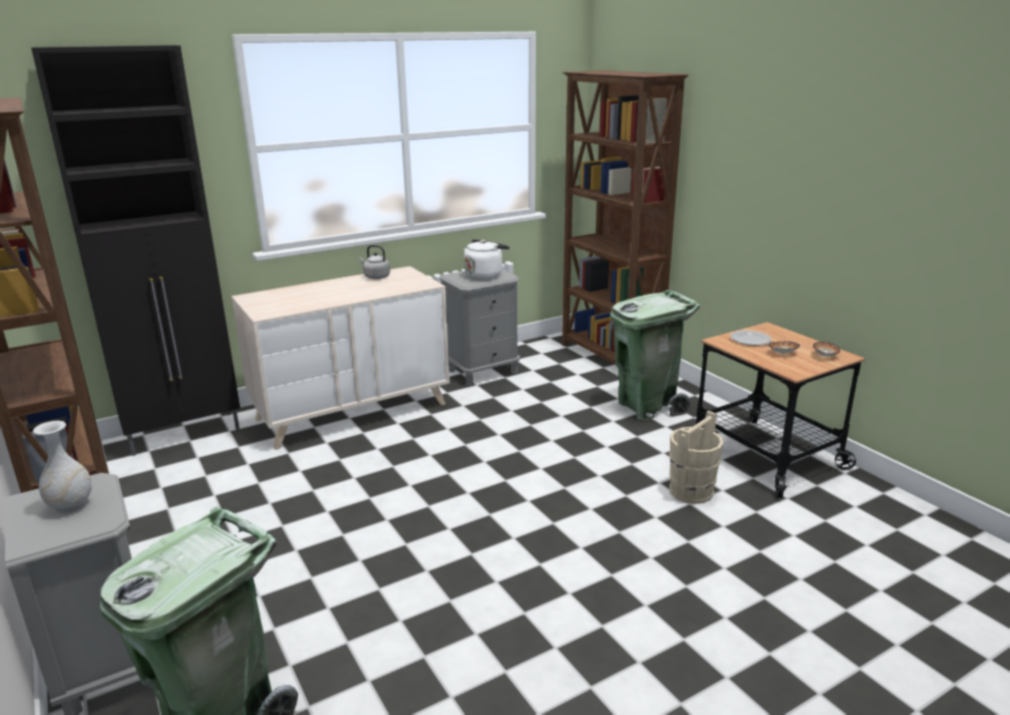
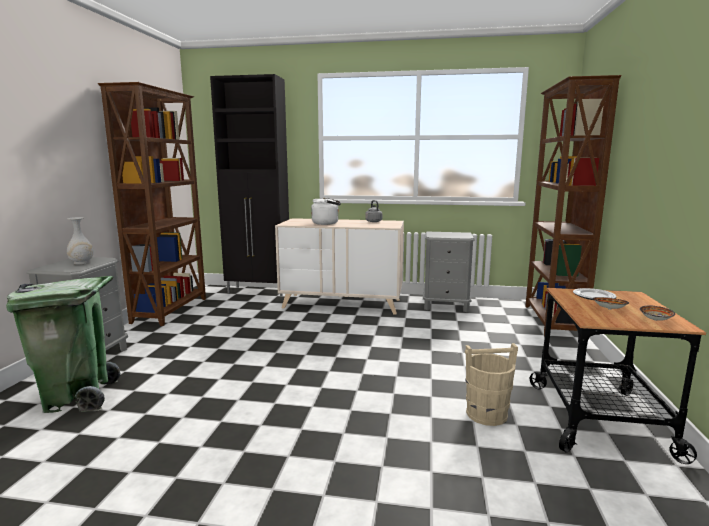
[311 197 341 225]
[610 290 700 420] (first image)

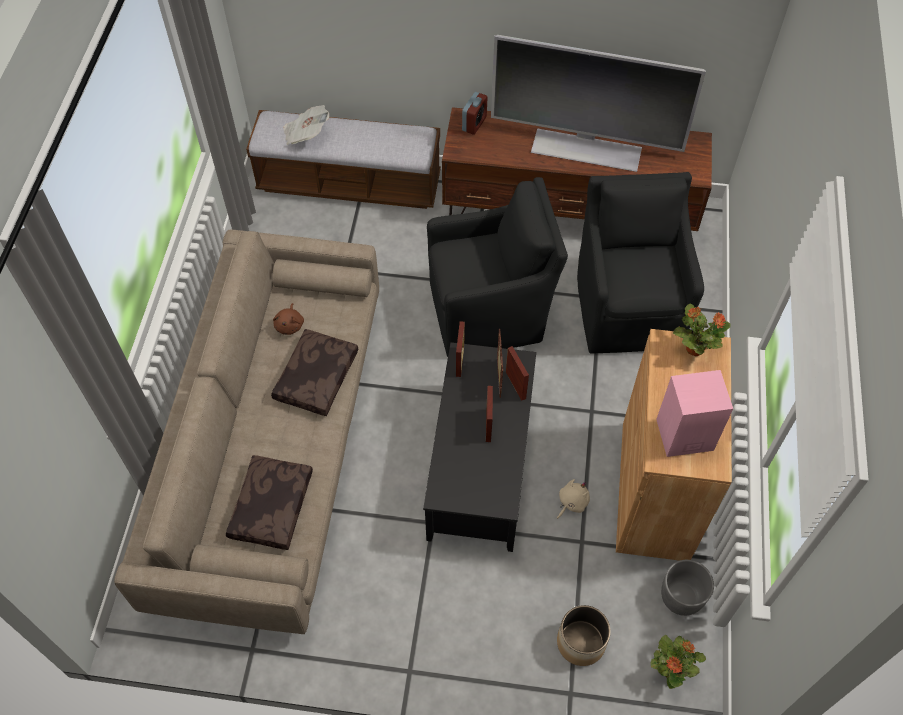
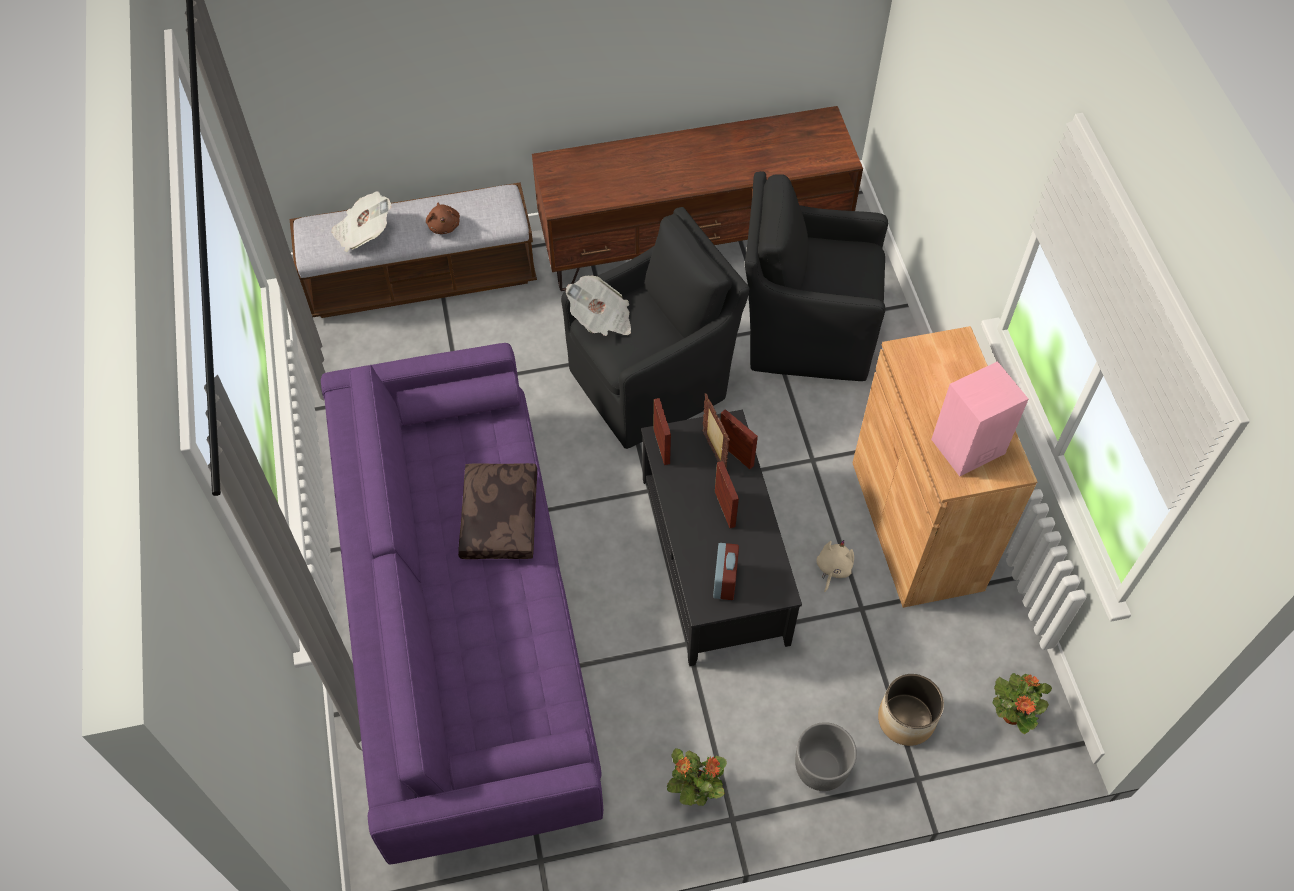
[321 343 603 864]
[426 202 460 234]
[566 275 631 336]
[667 748 727 806]
[713 543 739 600]
[745 171 888 381]
[795 722 857 791]
[226 455 313 550] (first image)
[491 35 706 172] (first image)

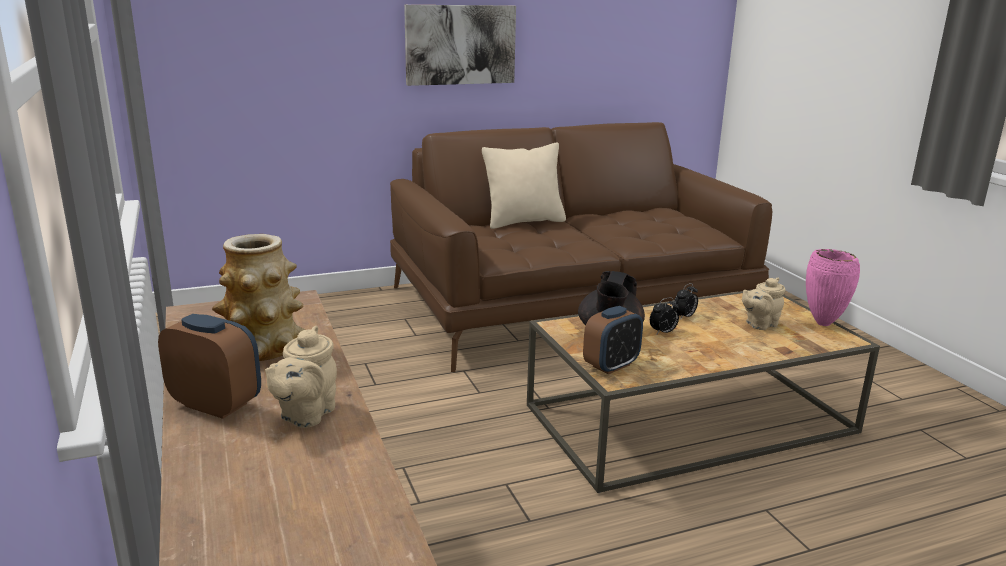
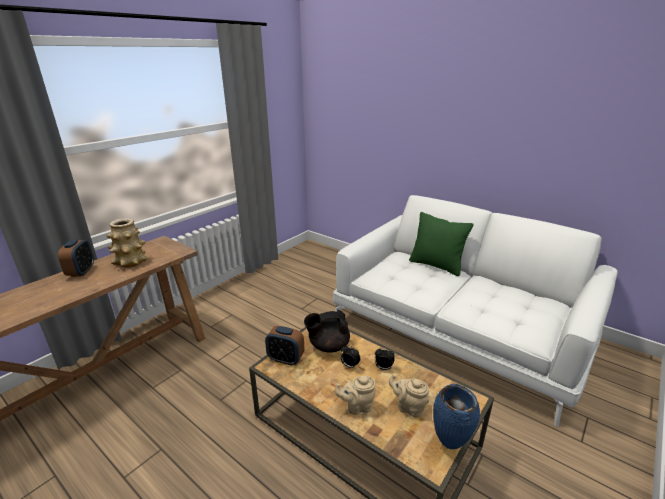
[333 195 618 427]
[335 376 376 415]
[409 212 474 276]
[433 384 480 449]
[404 5 516 86] (first image)

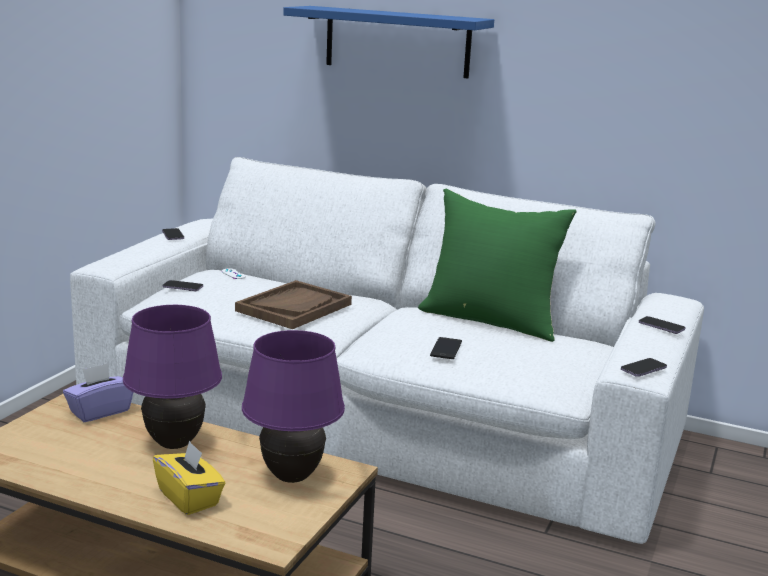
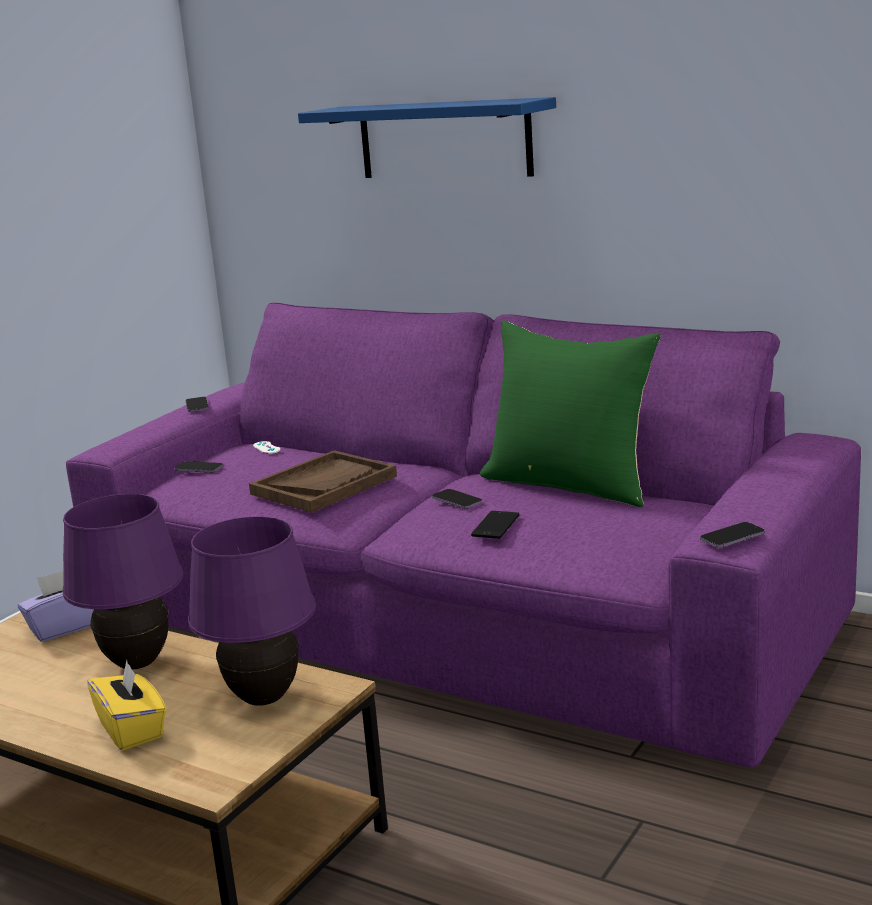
[66 303 861 767]
[432 489 482 509]

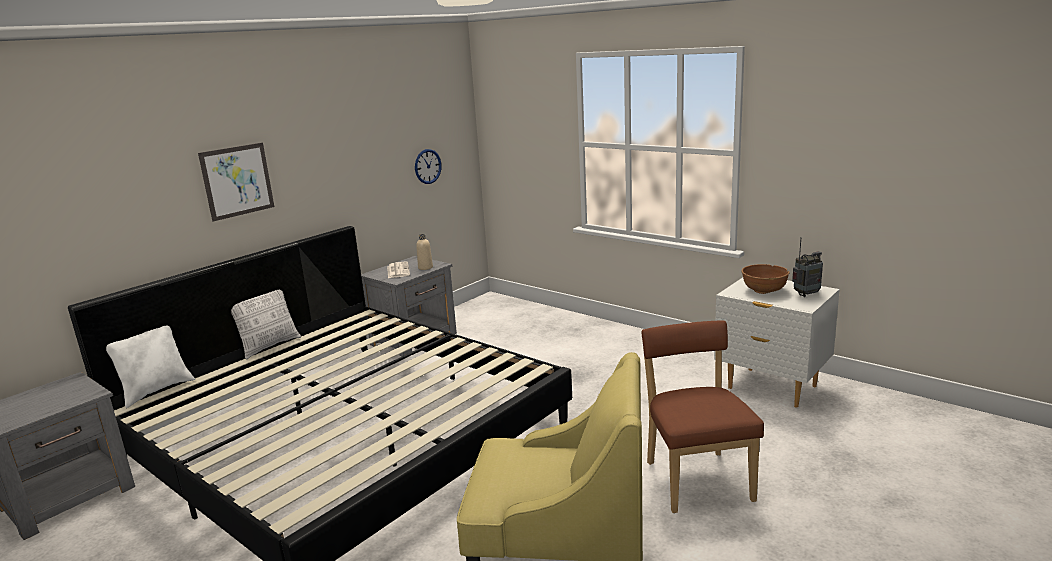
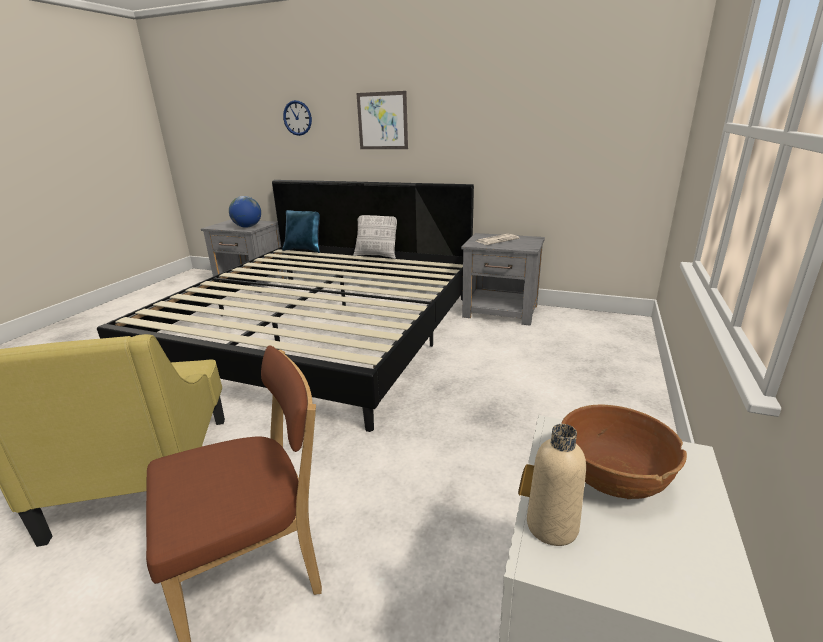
[229 196 261 228]
[282 210 320 253]
[283 100 312 136]
[527 424 586 546]
[792 238 823 297] (first image)

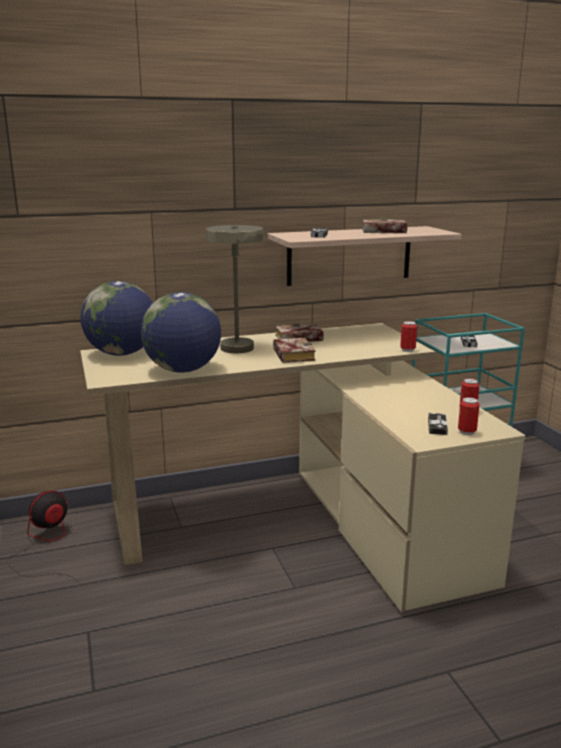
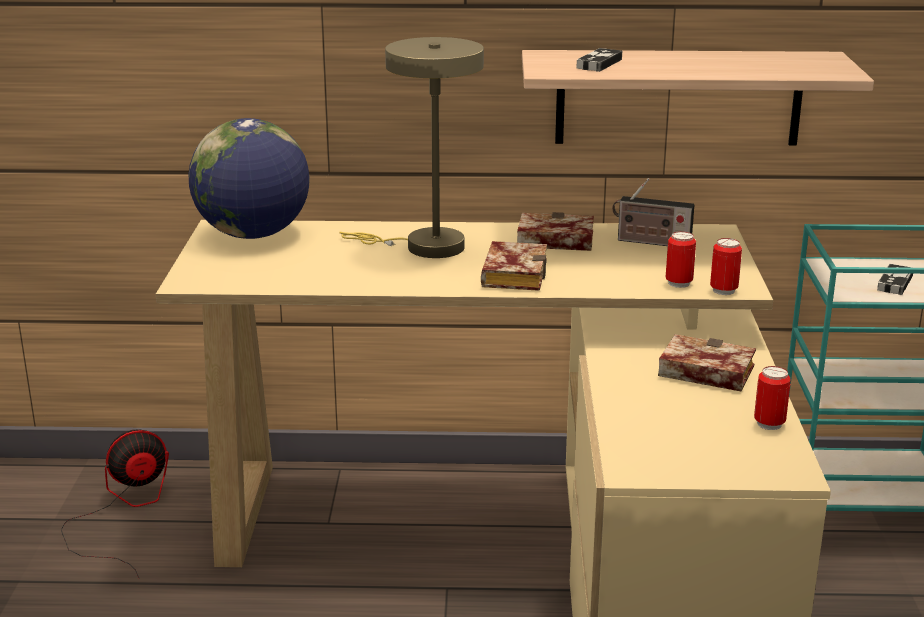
[612 178 695 246]
[658 334 756 391]
[666 231 696 288]
[141 292 221 373] (first image)
[428 413 448 435] (first image)

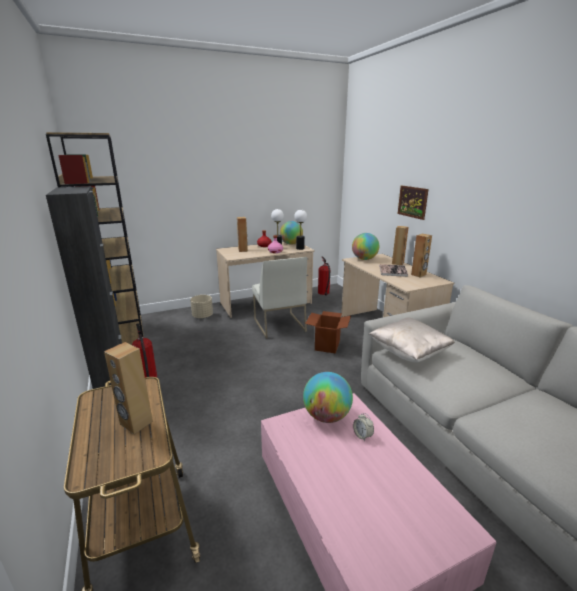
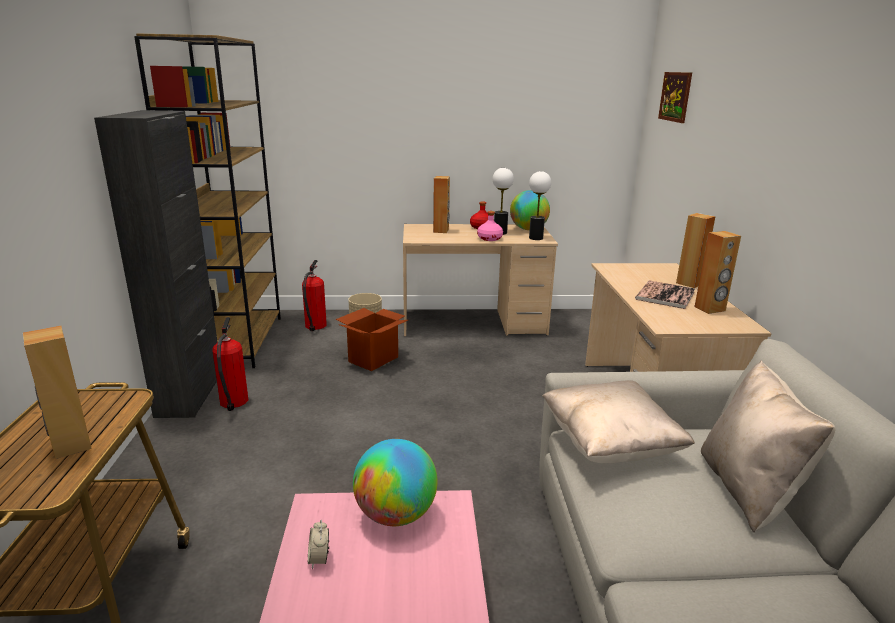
[302 260 327 331]
[308 520 329 569]
[336 308 408 371]
[658 72 692 123]
[701 361 836 532]
[252 257 307 339] (first image)
[352 233 379 260] (first image)

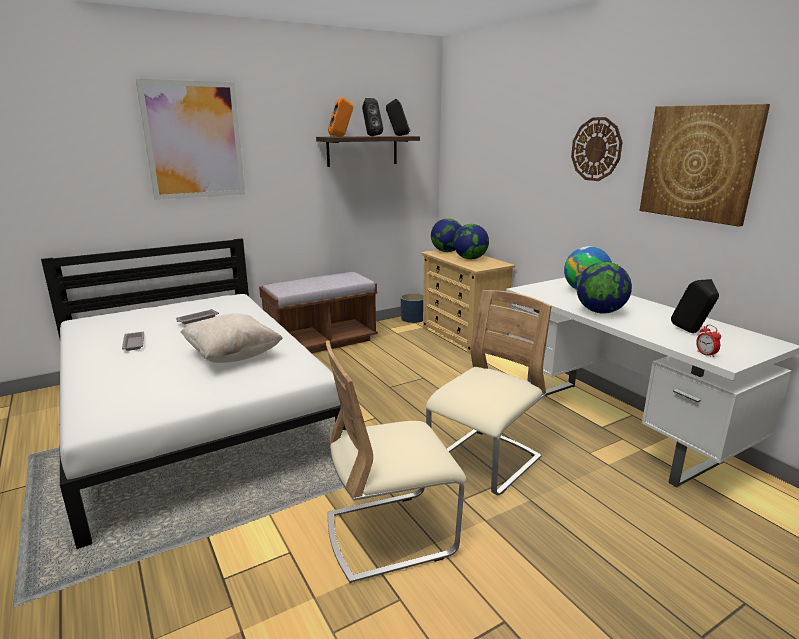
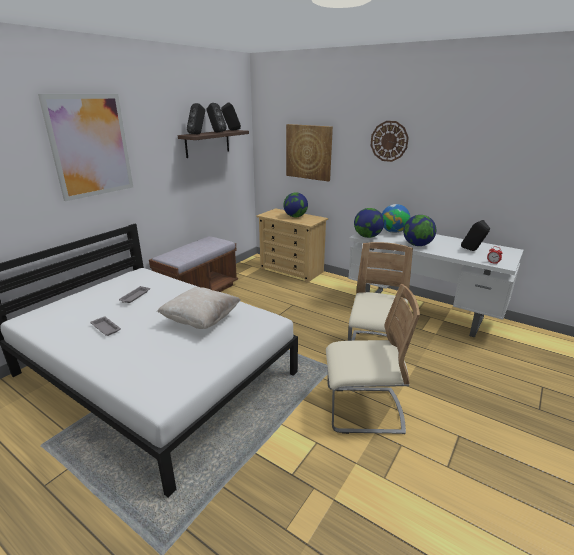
[187 103 205 135]
[286 124 333 182]
[326 284 420 434]
[354 208 384 238]
[401 293 423 323] (first image)

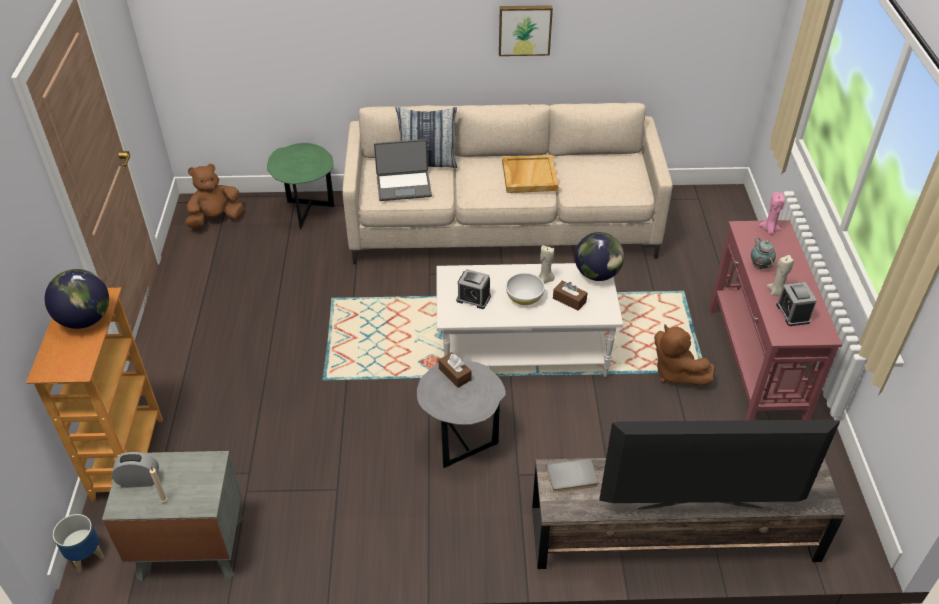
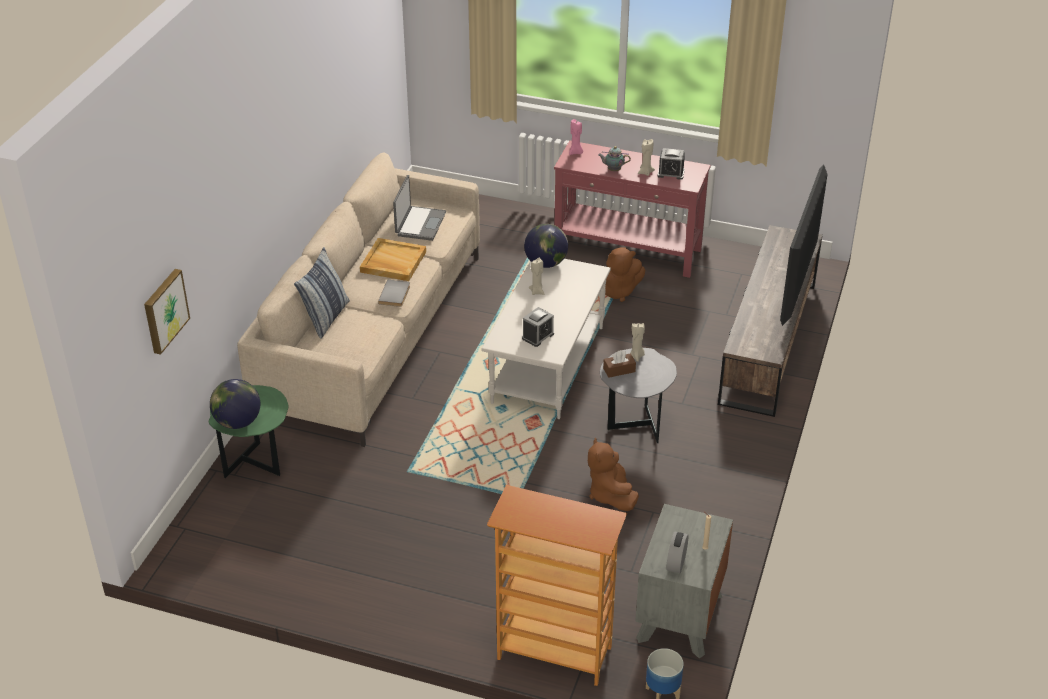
[144 269 190 355]
[210 379 260 429]
[378 280 410 307]
[393 175 446 241]
[588 438 639 511]
[631 323 645 362]
[506 273 545 305] (first image)
[553 281 587 311] (first image)

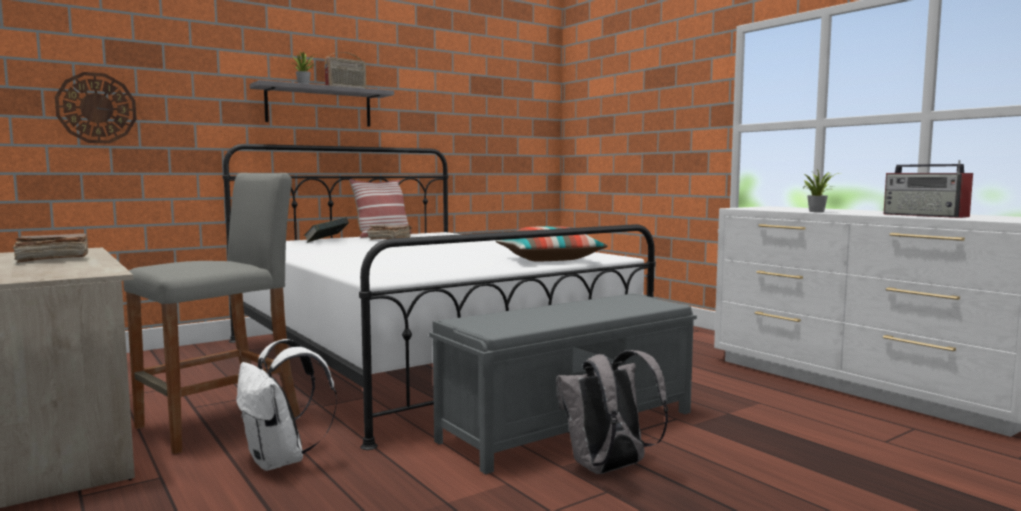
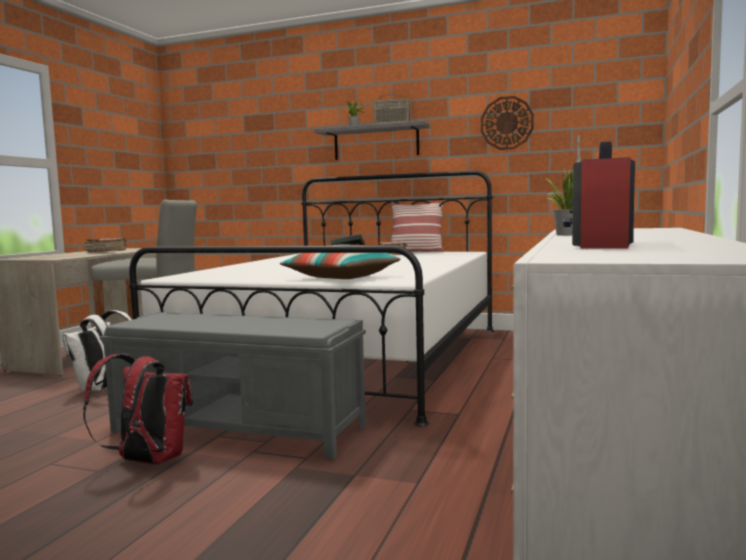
[83 354 193 465]
[481 96 534 150]

